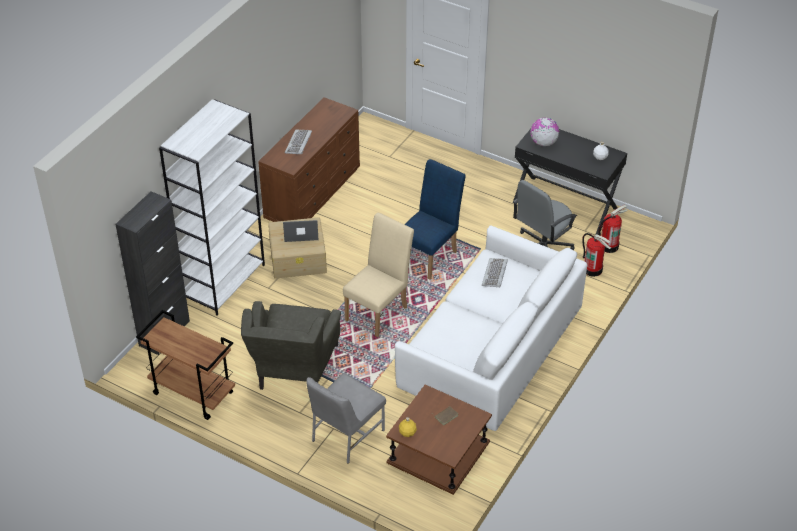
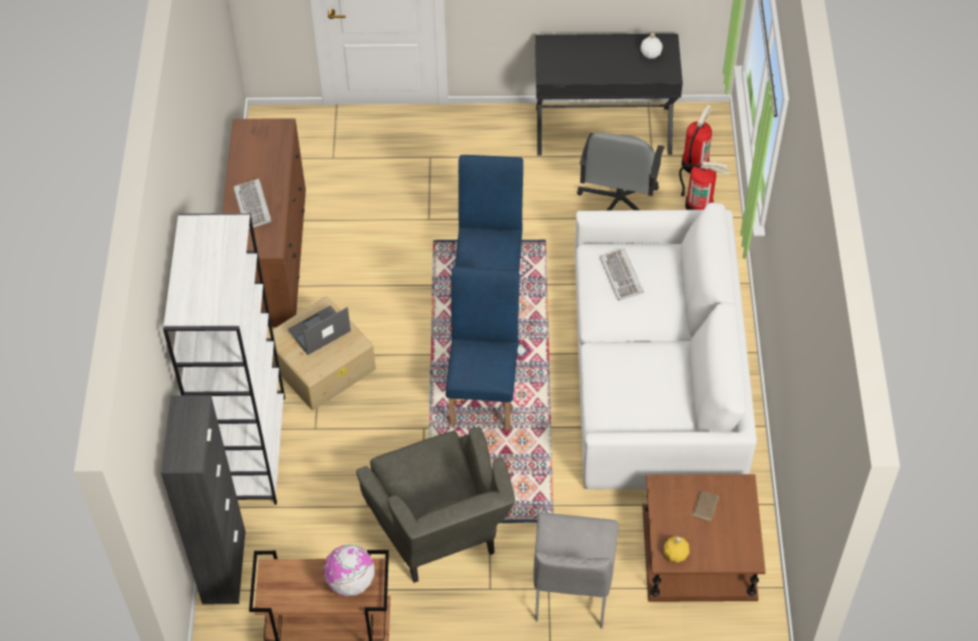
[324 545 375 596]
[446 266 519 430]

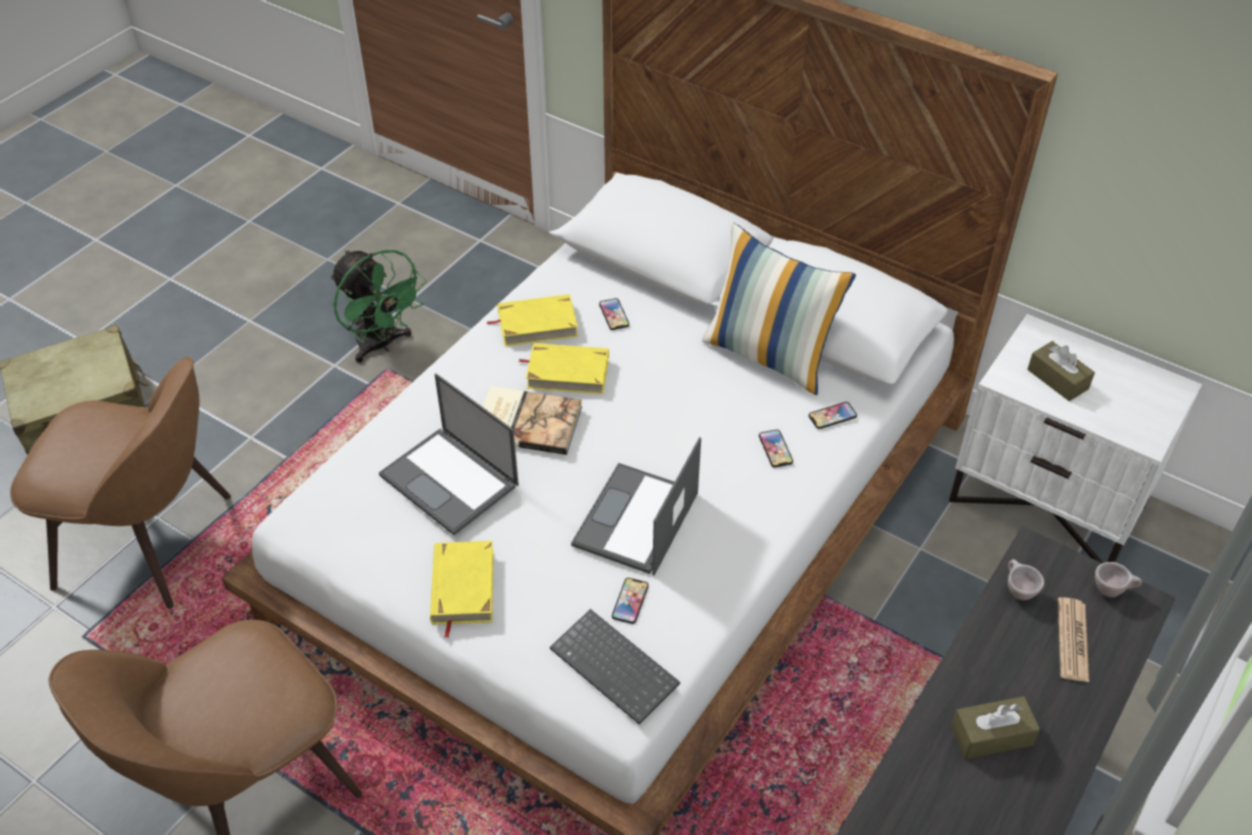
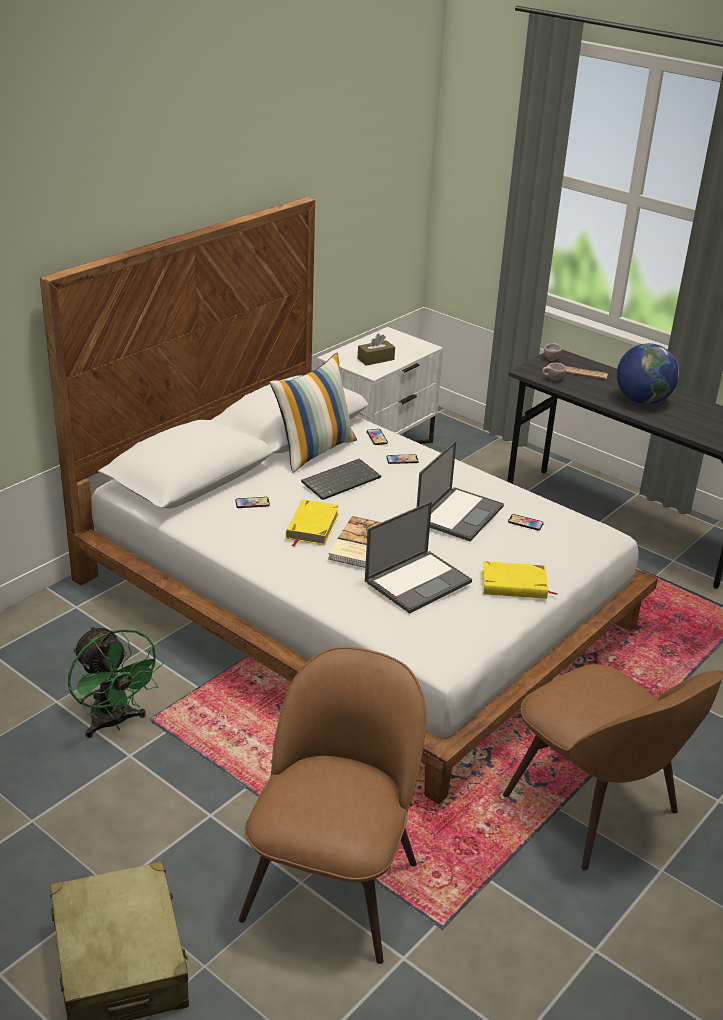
[68 626 163 738]
[301 458 381 500]
[417 441 504 541]
[617 343 679 404]
[486 294 578 346] (first image)

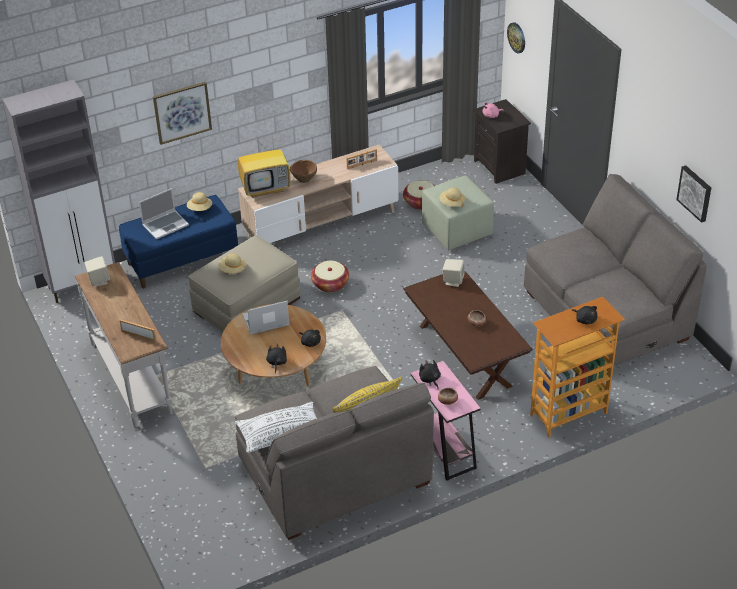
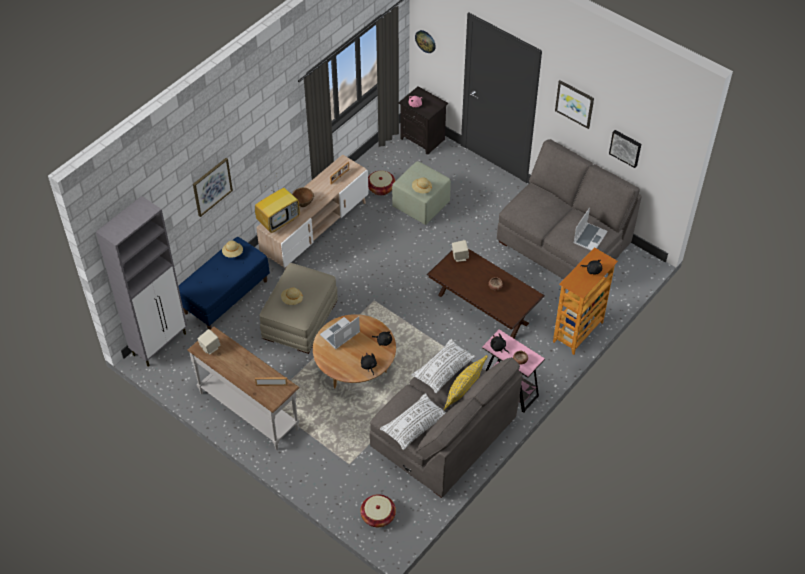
[360 494 396 527]
[411 339 476 393]
[555 80 594 129]
[574 207 608 250]

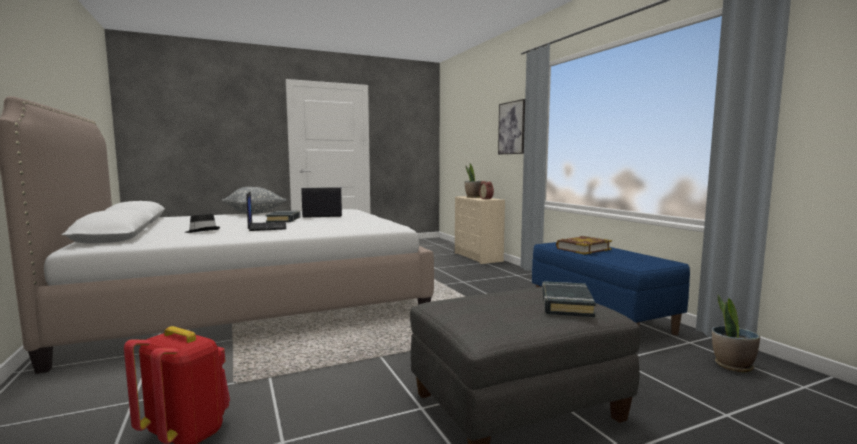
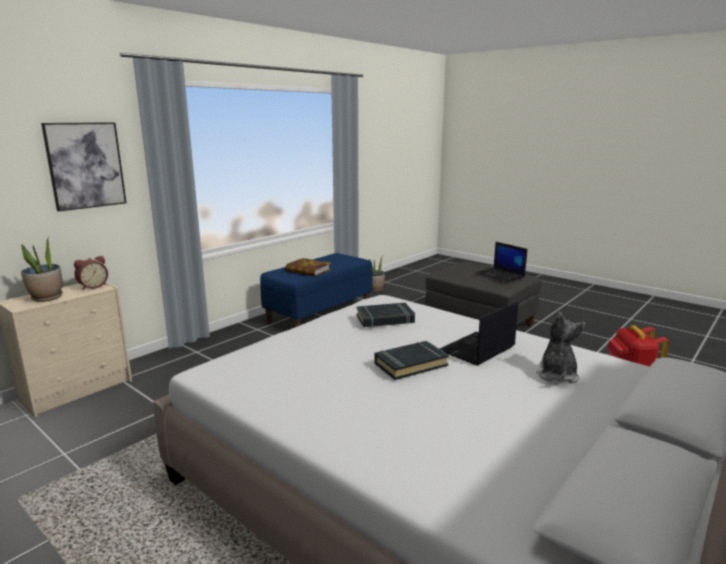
[356 303 415 327]
[476 242 527 282]
[536 312 585 384]
[222 187 287 214] (first image)

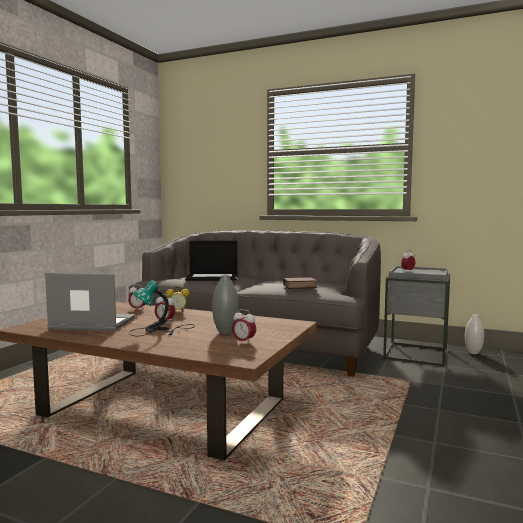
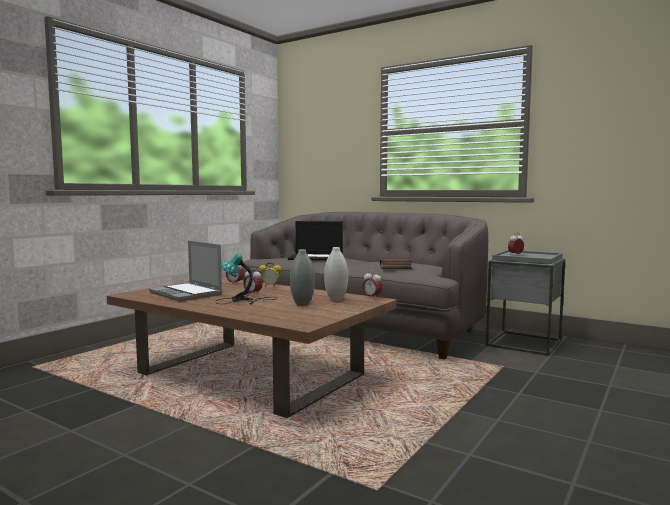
[149 241 222 302]
[324 247 348 301]
[362 270 383 298]

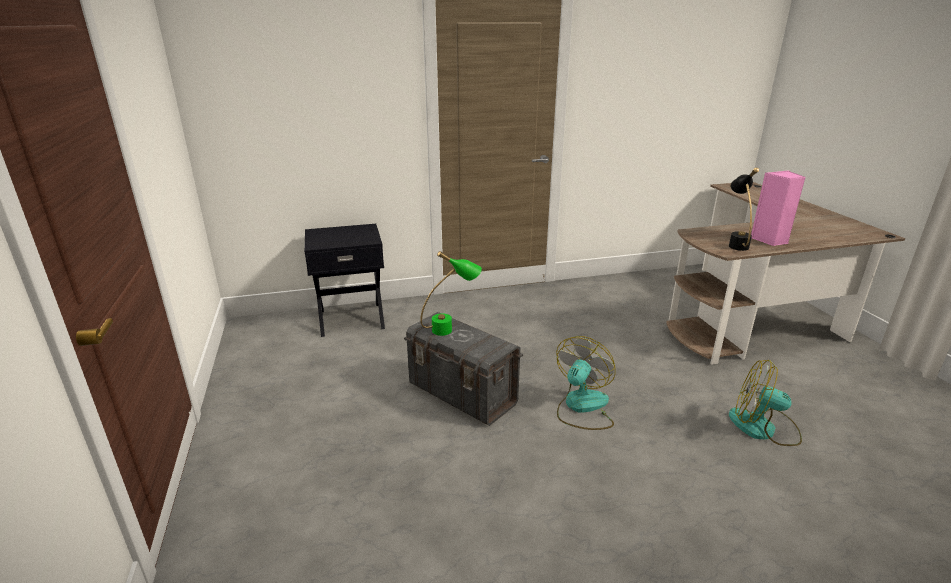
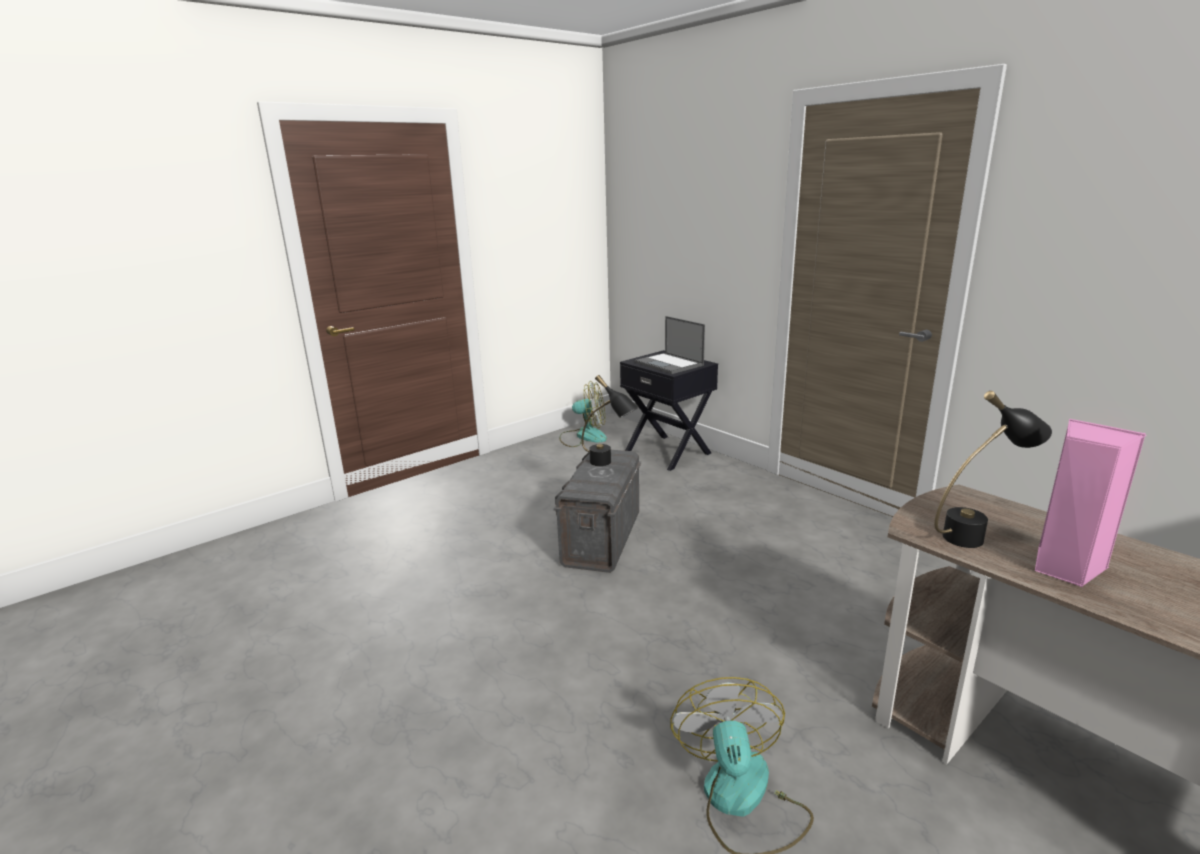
[559 381 607 447]
[582 375 639 466]
[634 316 705 374]

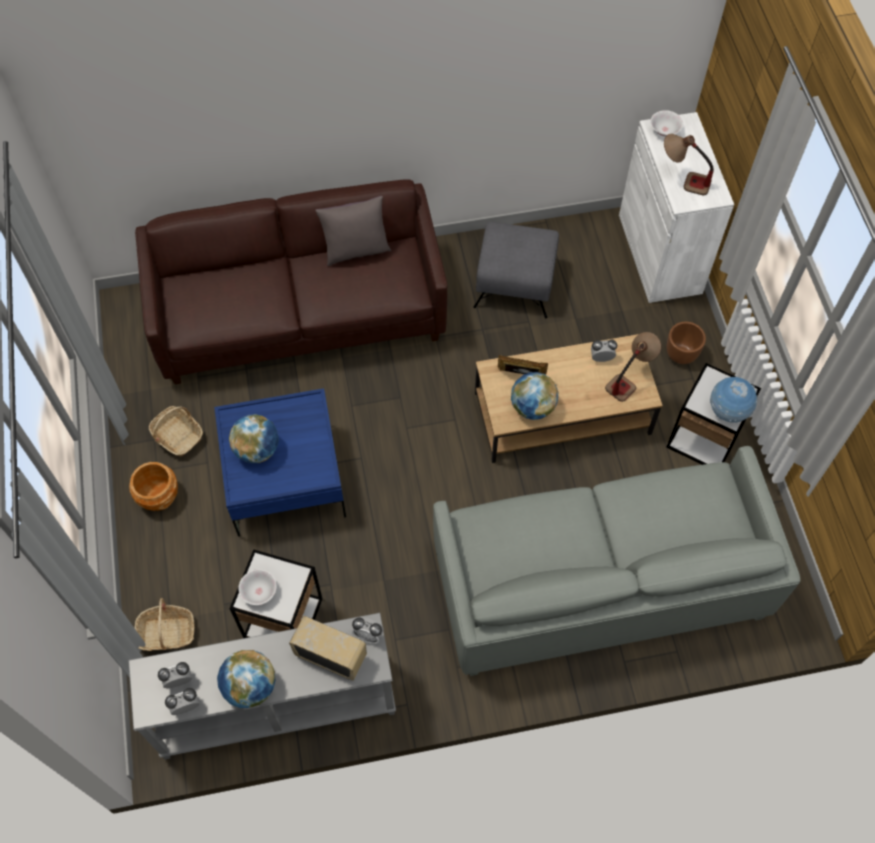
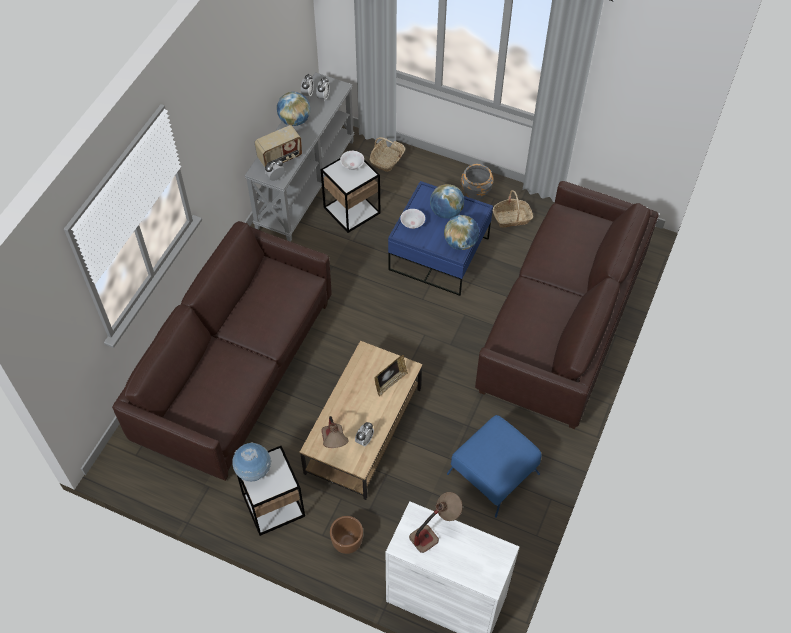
[112 221 332 481]
[400 209 425 229]
[444 215 479 250]
[447 415 542 518]
[461 164 494 200]
[315 196 391 266] (first image)

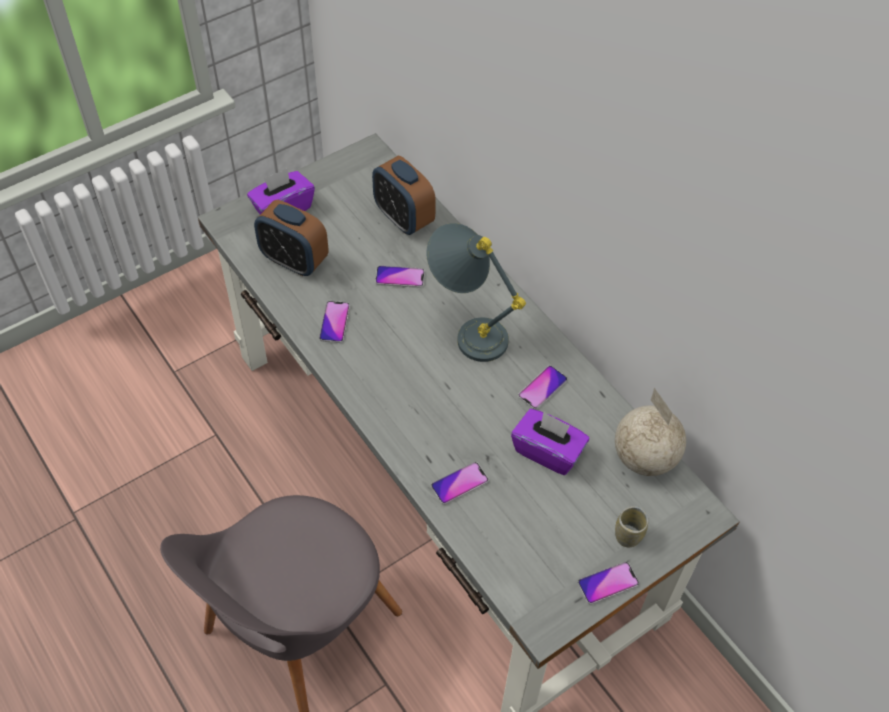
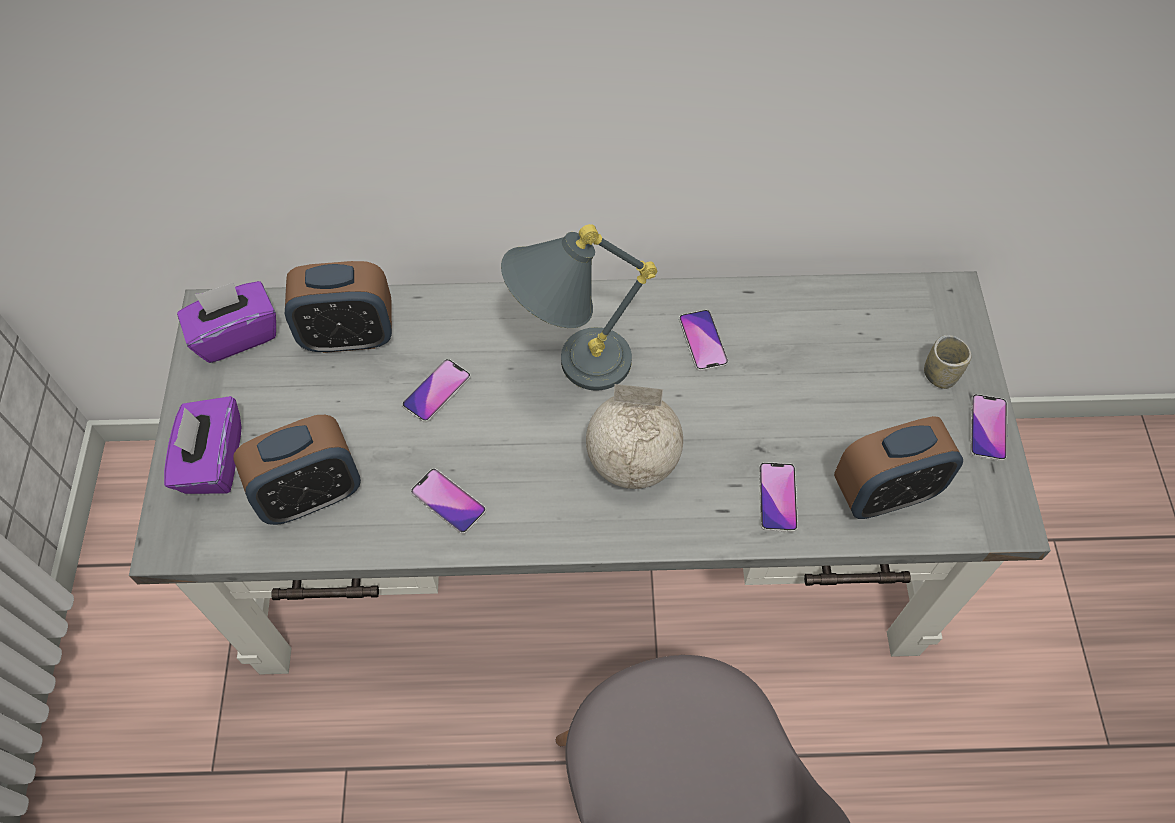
[177 281 276 363]
[586 384 683 489]
[834 416 963 519]

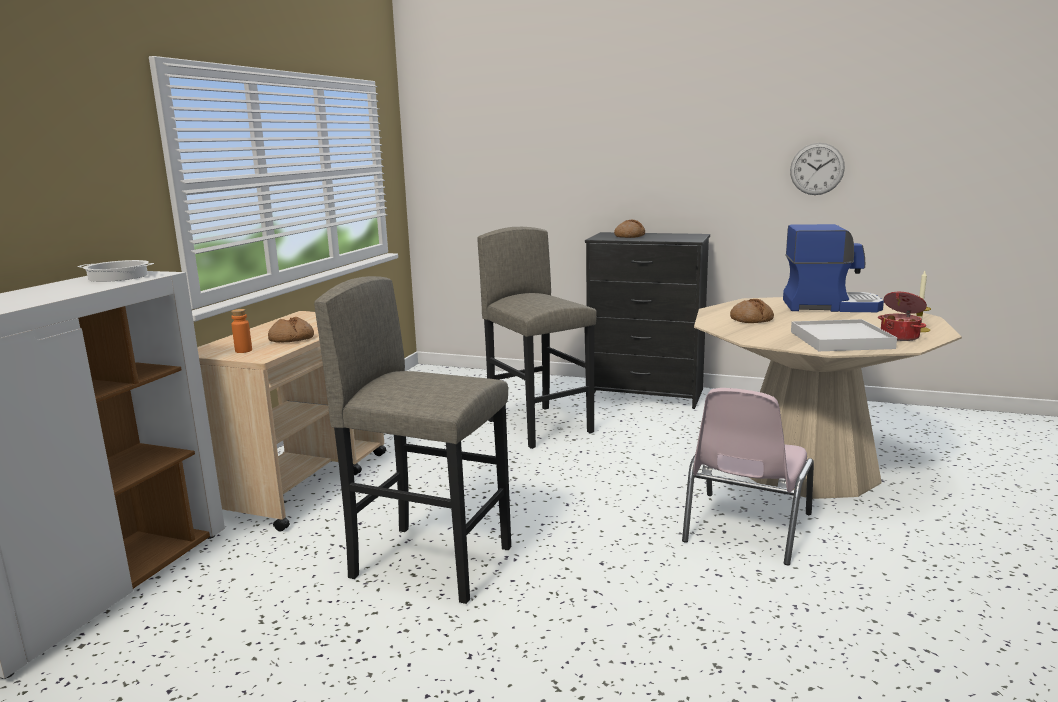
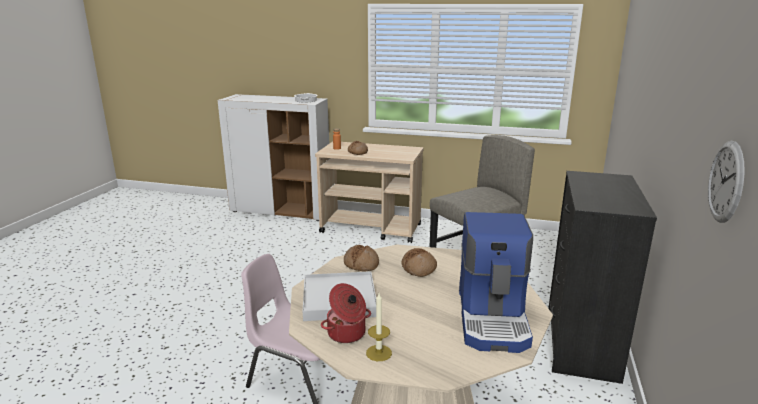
[344 245 379 272]
[314 276 511 604] (first image)

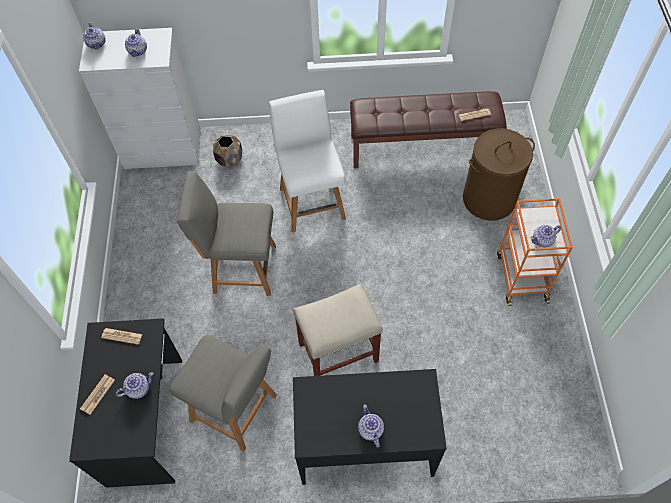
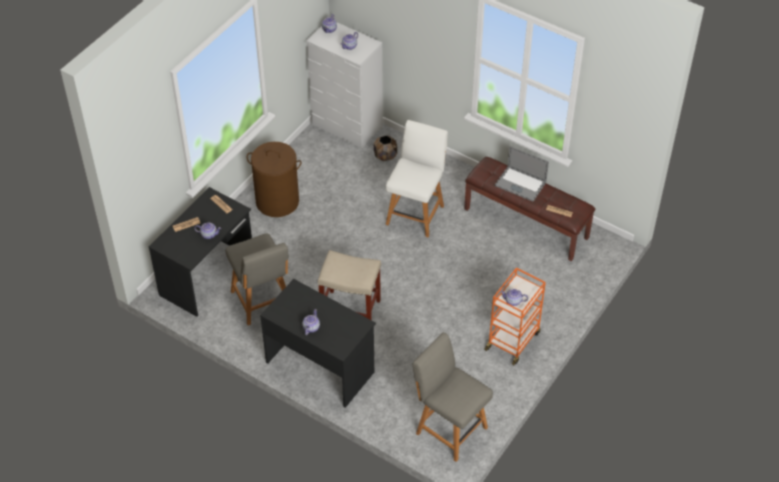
[247 142 301 217]
[413 332 493 462]
[495 146 549 202]

